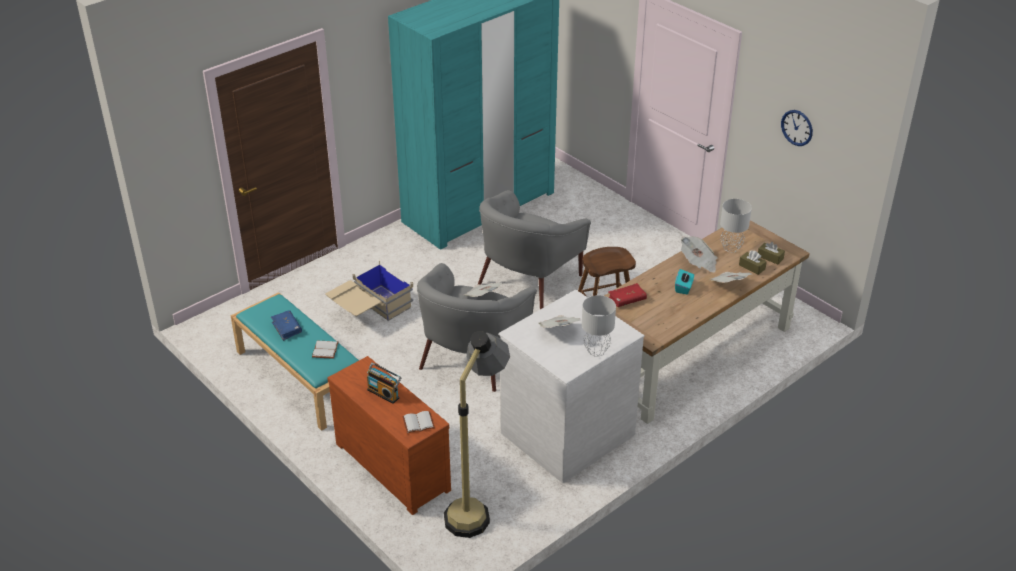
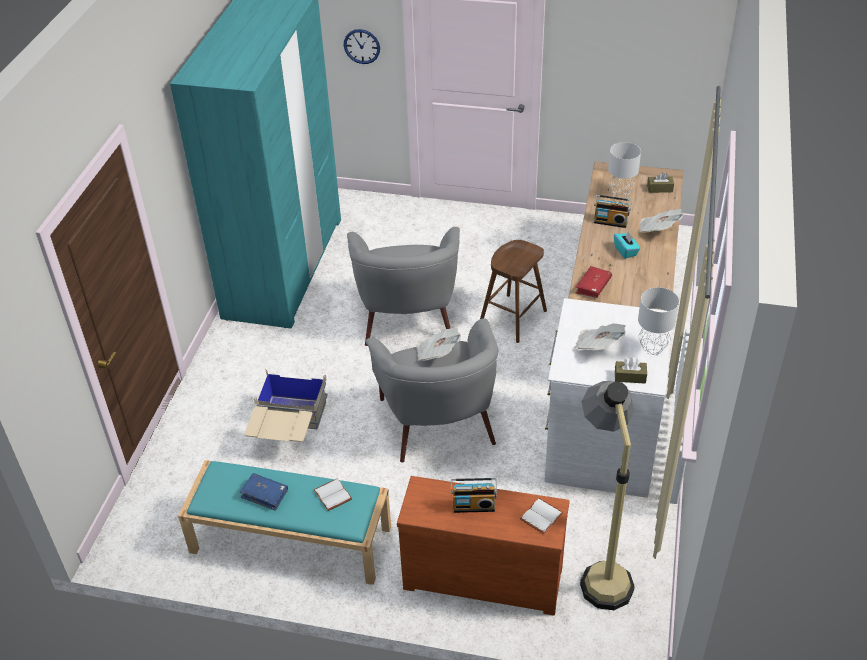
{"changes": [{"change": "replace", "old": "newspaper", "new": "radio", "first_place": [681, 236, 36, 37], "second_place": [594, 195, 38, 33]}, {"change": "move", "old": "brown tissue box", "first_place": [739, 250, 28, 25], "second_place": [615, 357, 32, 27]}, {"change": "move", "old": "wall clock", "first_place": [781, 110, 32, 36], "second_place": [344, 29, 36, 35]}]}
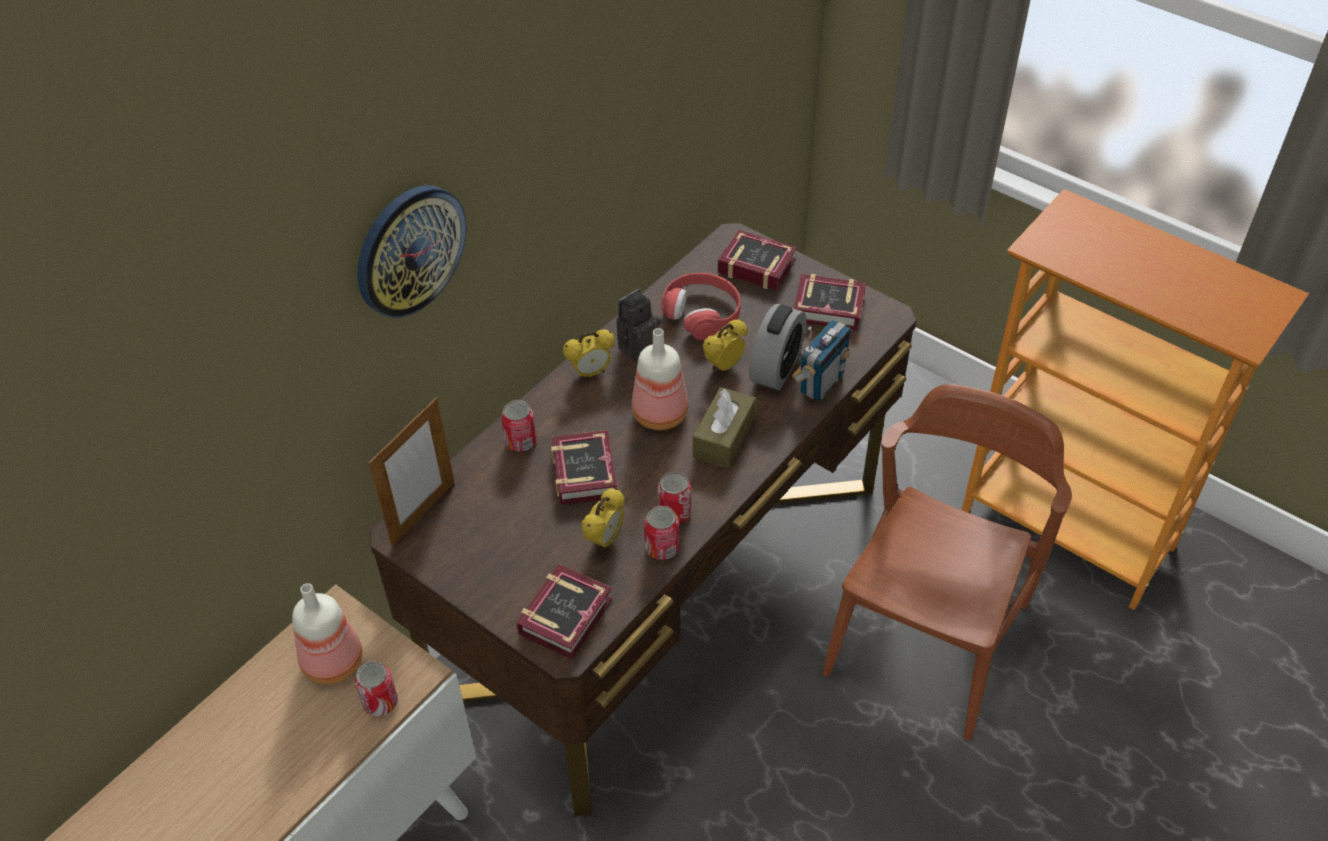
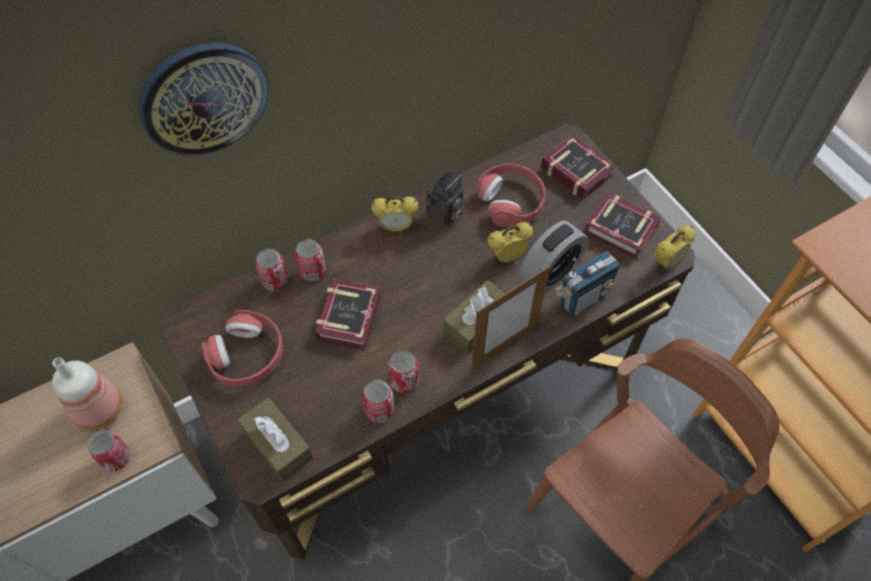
{"changes": [{"change": "move", "old": "picture frame", "first_place": [369, 397, 86, 150], "second_place": [472, 265, 79, 104]}, {"change": "replace", "old": "book", "new": "brown tissue box", "first_place": [516, 564, 96, 95], "second_place": [237, 397, 76, 85]}, {"change": "move", "old": "alarm clock", "first_place": [581, 488, 44, 63], "second_place": [653, 225, 43, 46]}, {"change": "rotate", "old": "photo camera", "first_place": [616, 289, 45, 74], "second_place": [425, 170, 38, 57], "degrees": 150}, {"change": "delete", "old": "bottle", "first_place": [632, 328, 56, 102]}, {"change": "insert", "new": "red headphones", "second_place": [202, 310, 81, 77]}, {"change": "insert", "new": "can", "second_place": [255, 249, 33, 42]}]}
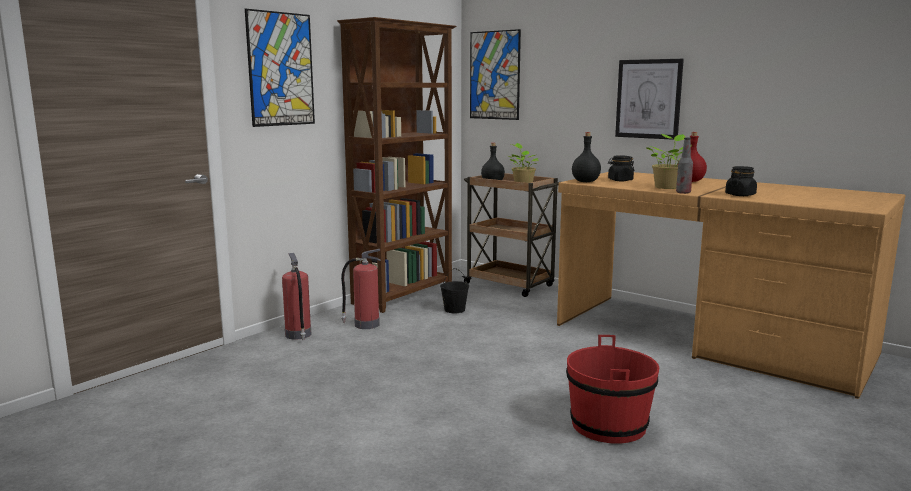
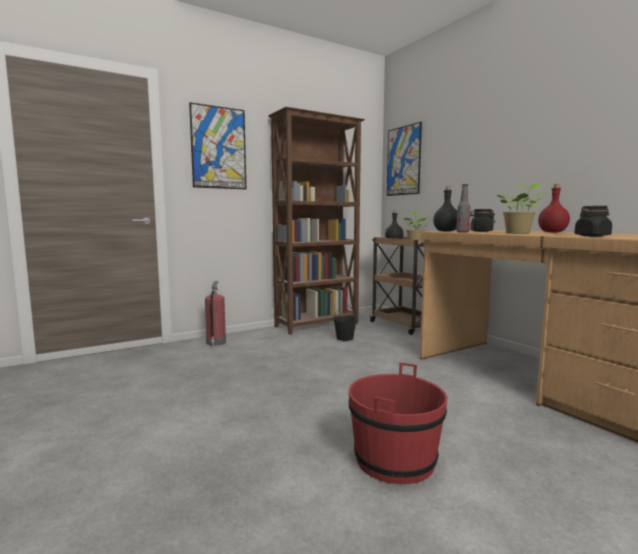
{"changes": [{"change": "delete", "old": "fire extinguisher", "first_place": [341, 249, 40, 80]}, {"change": "delete", "old": "picture", "first_place": [615, 59, 69, 81]}, {"change": "move", "old": "bottle", "first_place": [676, 137, 17, 57], "second_place": [456, 184, 14, 49]}]}
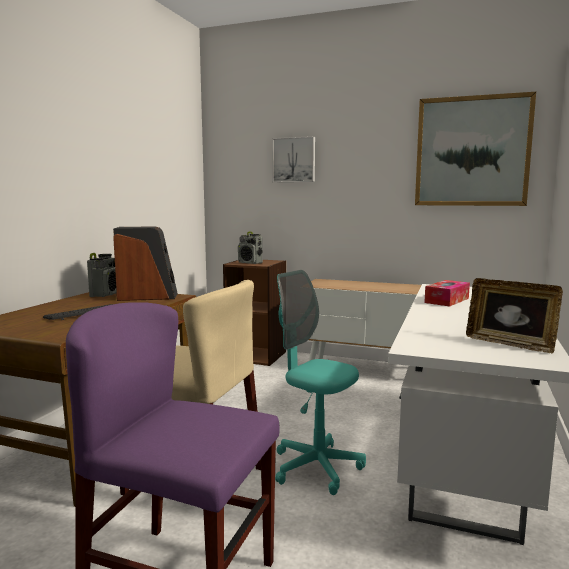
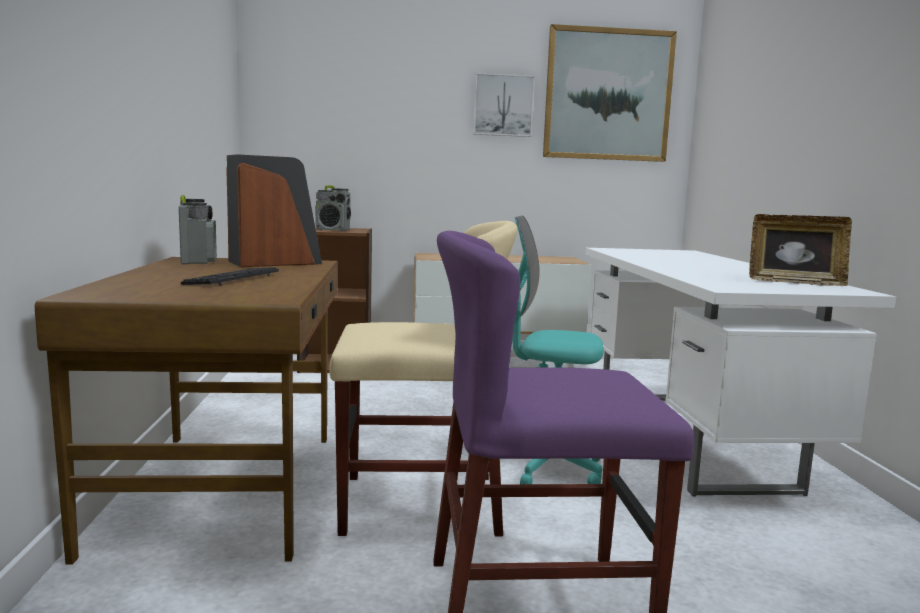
{"changes": [{"change": "move", "old": "picture", "first_place": [272, 136, 43, 46], "second_place": [473, 73, 62, 64]}, {"change": "delete", "old": "tissue box", "first_place": [424, 280, 46, 27]}]}
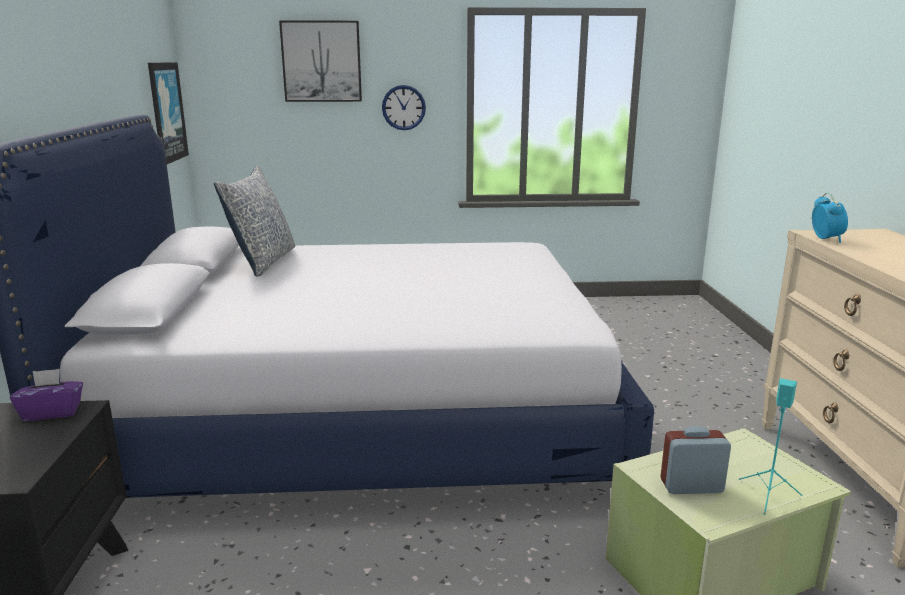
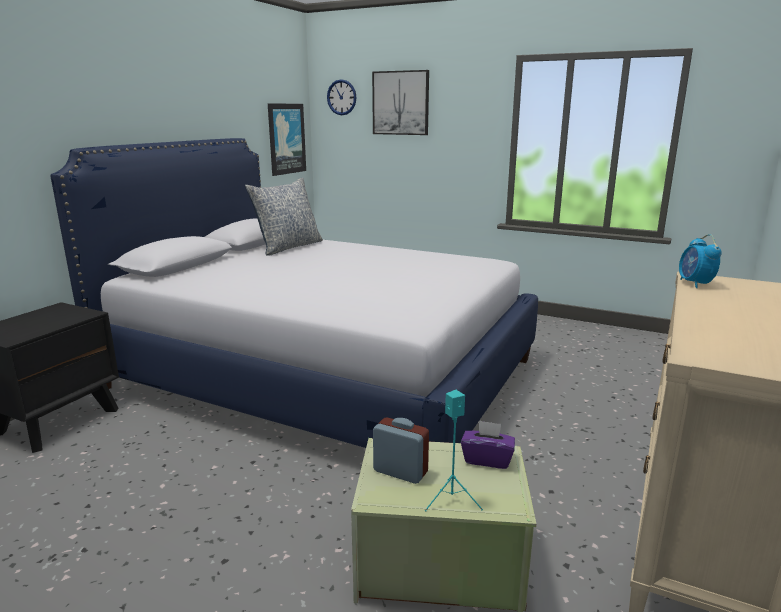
{"changes": [{"change": "move", "old": "purple tissue box", "first_place": [10, 369, 73, 52], "second_place": [461, 420, 54, 49]}, {"change": "move", "old": "wall clock", "first_place": [382, 85, 44, 45], "second_place": [327, 79, 30, 36]}, {"change": "rotate", "old": "alarm clock", "first_place": [812, 192, 36, 51], "second_place": [679, 234, 43, 54], "degrees": 150}]}
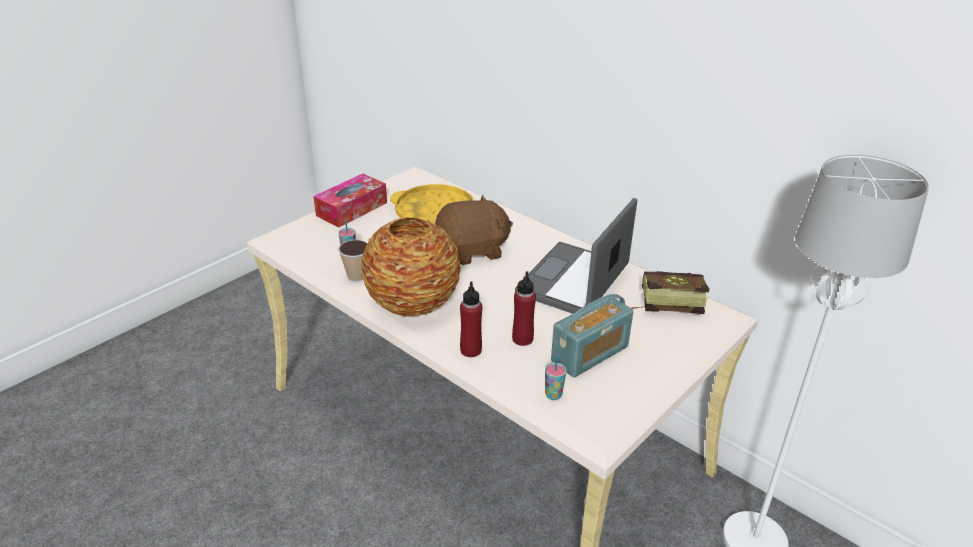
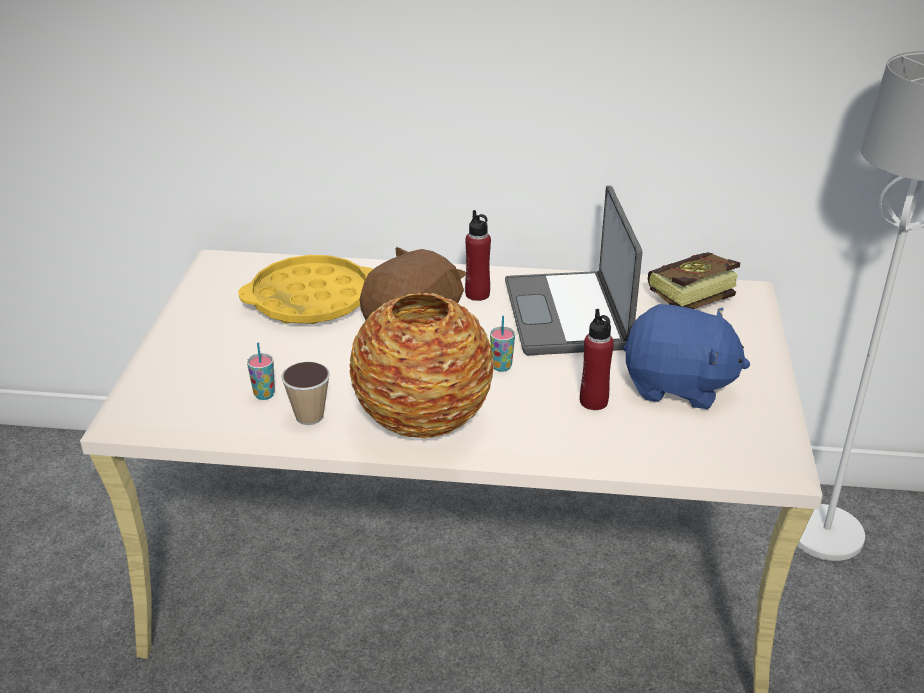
{"changes": [{"change": "delete", "old": "tissue box", "first_place": [314, 174, 73, 53]}, {"change": "move", "old": "red bottle", "first_place": [460, 282, 22, 75], "second_place": [465, 210, 26, 91]}, {"change": "move", "old": "cup", "first_place": [545, 356, 22, 44], "second_place": [490, 316, 25, 56]}, {"change": "replace", "old": "radio", "new": "blue plush toy", "first_place": [551, 294, 83, 84], "second_place": [623, 304, 127, 105]}]}
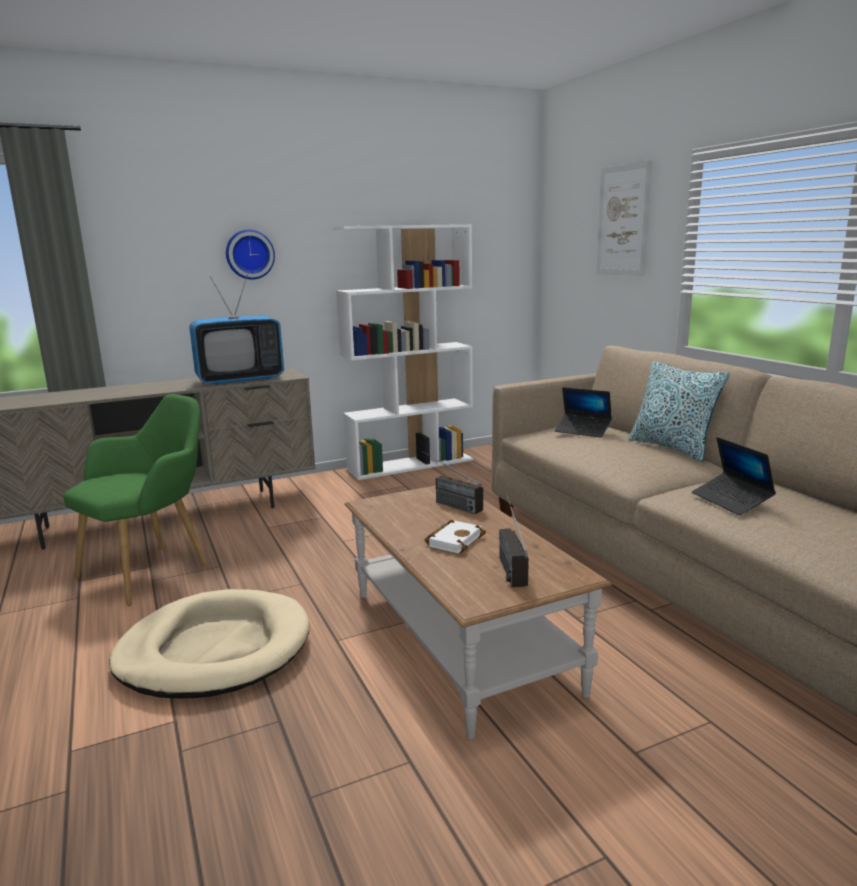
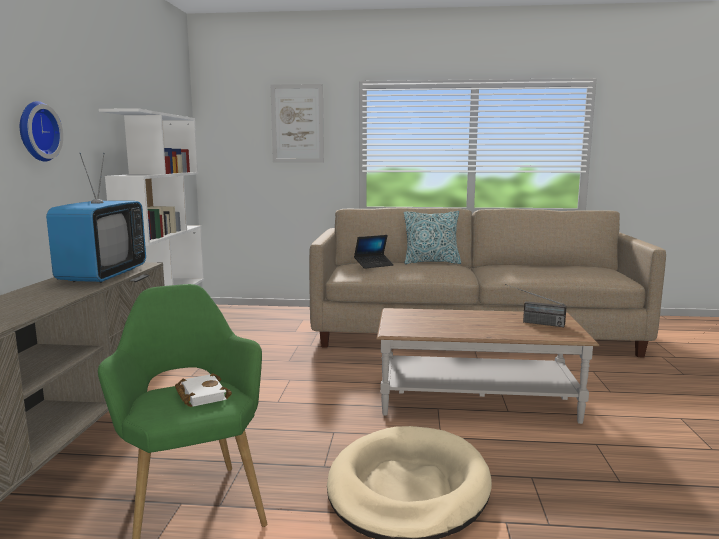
{"changes": [{"change": "delete", "old": "radio", "first_place": [422, 451, 61, 63]}, {"change": "move", "old": "white book", "first_place": [425, 520, 61, 33], "second_place": [175, 373, 57, 34]}, {"change": "delete", "old": "laptop", "first_place": [692, 437, 84, 78]}]}
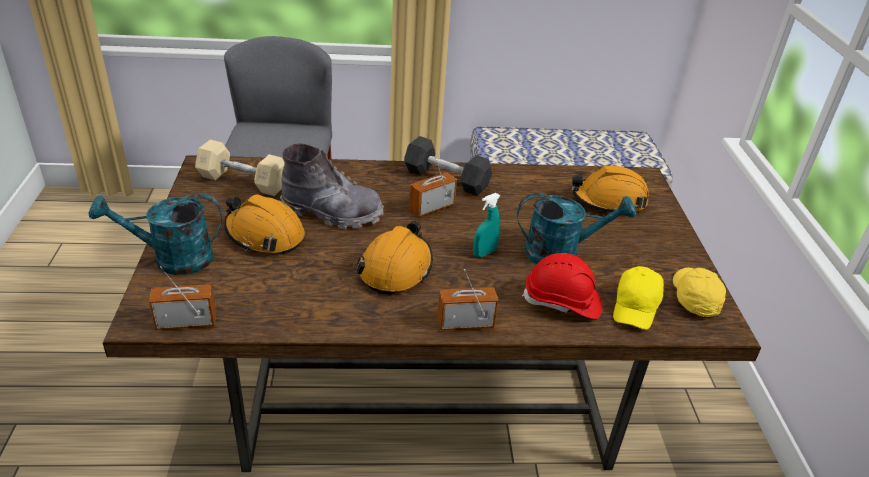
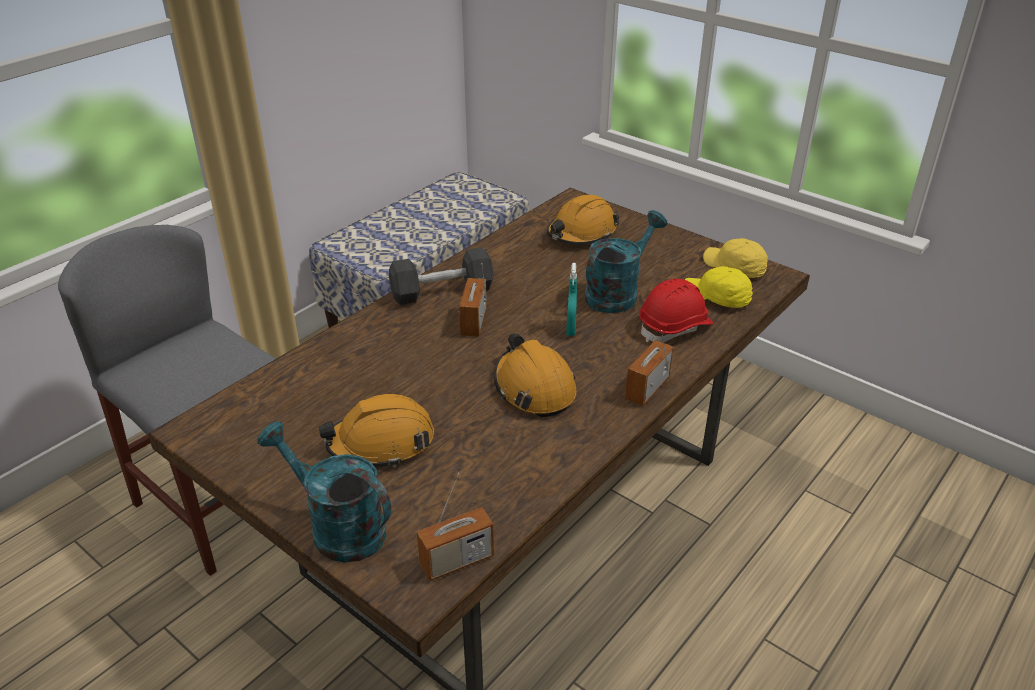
{"changes": [{"change": "rotate", "old": "turquoise watering can", "first_place": [89, 194, 134, 81], "second_place": [257, 421, 134, 142], "degrees": 90}, {"change": "rotate", "old": "radio", "first_place": [149, 266, 67, 64], "second_place": [417, 473, 77, 108], "degrees": -150}, {"change": "delete", "old": "beige dumbbell", "first_place": [195, 140, 89, 56]}, {"change": "delete", "old": "grey boot", "first_place": [280, 143, 104, 86]}, {"change": "rotate", "old": "yellow cap", "first_place": [613, 266, 51, 64], "second_place": [685, 266, 68, 42], "degrees": 150}]}
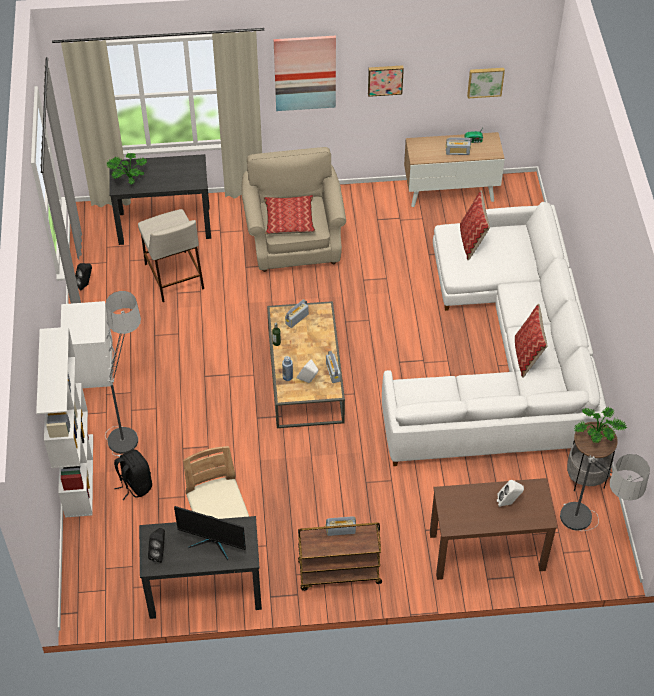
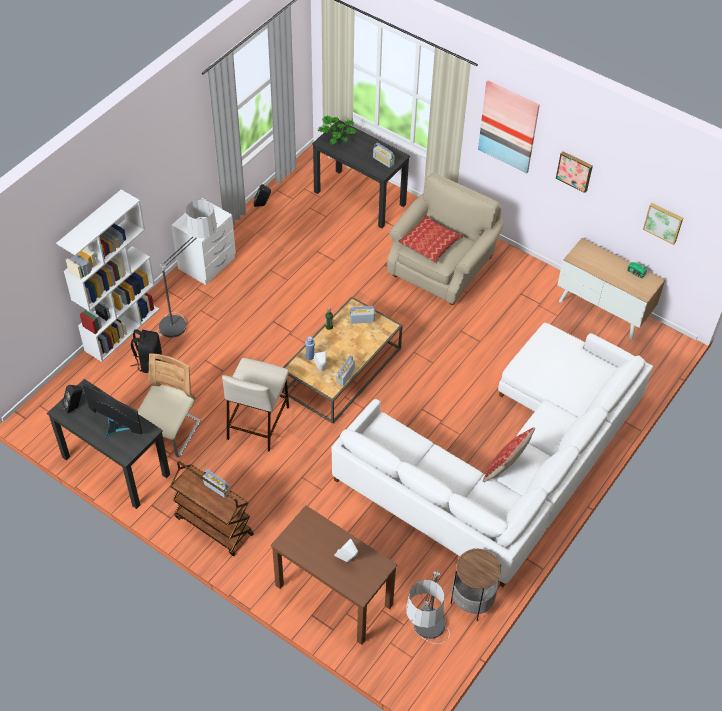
{"changes": [{"change": "move", "old": "beige stool", "first_place": [138, 209, 66, 93], "second_place": [222, 358, 67, 94]}, {"change": "rotate", "old": "monitor", "first_place": [174, 506, 72, 54], "second_place": [82, 383, 61, 55], "degrees": 150}, {"change": "move", "old": "radio", "first_place": [446, 138, 25, 17], "second_place": [373, 143, 22, 25]}, {"change": "delete", "old": "pillow", "first_place": [460, 190, 30, 71]}, {"change": "delete", "old": "potted plant", "first_place": [574, 407, 53, 36]}]}
